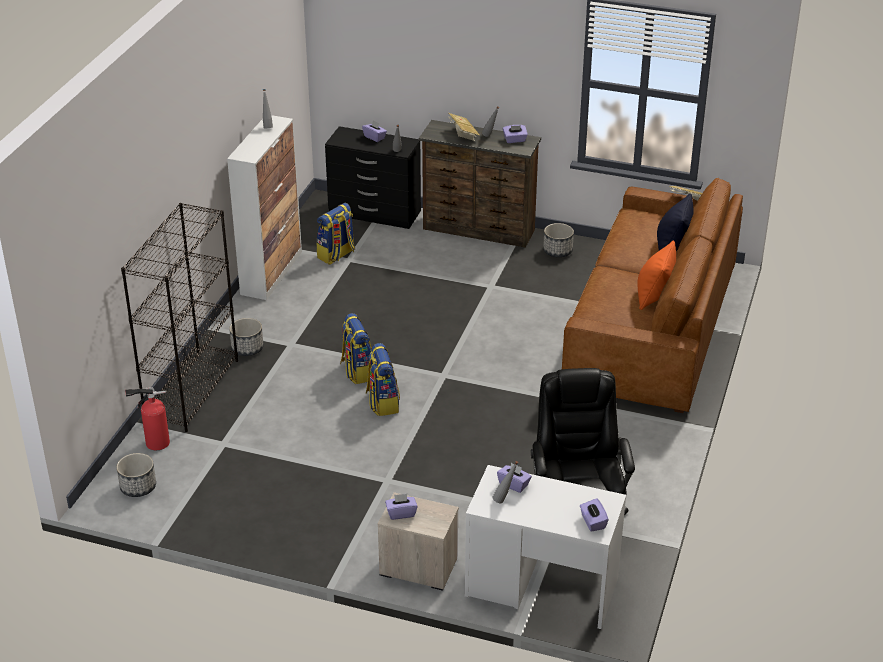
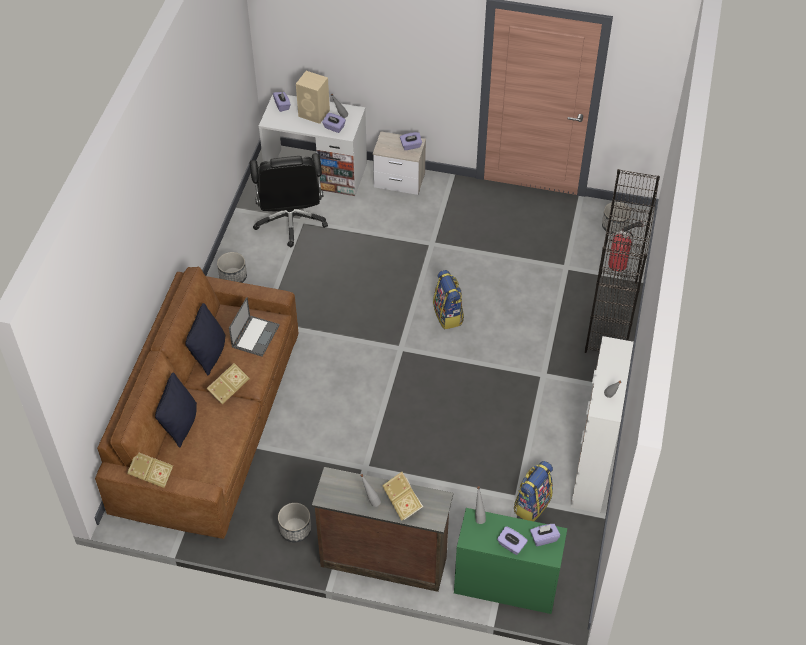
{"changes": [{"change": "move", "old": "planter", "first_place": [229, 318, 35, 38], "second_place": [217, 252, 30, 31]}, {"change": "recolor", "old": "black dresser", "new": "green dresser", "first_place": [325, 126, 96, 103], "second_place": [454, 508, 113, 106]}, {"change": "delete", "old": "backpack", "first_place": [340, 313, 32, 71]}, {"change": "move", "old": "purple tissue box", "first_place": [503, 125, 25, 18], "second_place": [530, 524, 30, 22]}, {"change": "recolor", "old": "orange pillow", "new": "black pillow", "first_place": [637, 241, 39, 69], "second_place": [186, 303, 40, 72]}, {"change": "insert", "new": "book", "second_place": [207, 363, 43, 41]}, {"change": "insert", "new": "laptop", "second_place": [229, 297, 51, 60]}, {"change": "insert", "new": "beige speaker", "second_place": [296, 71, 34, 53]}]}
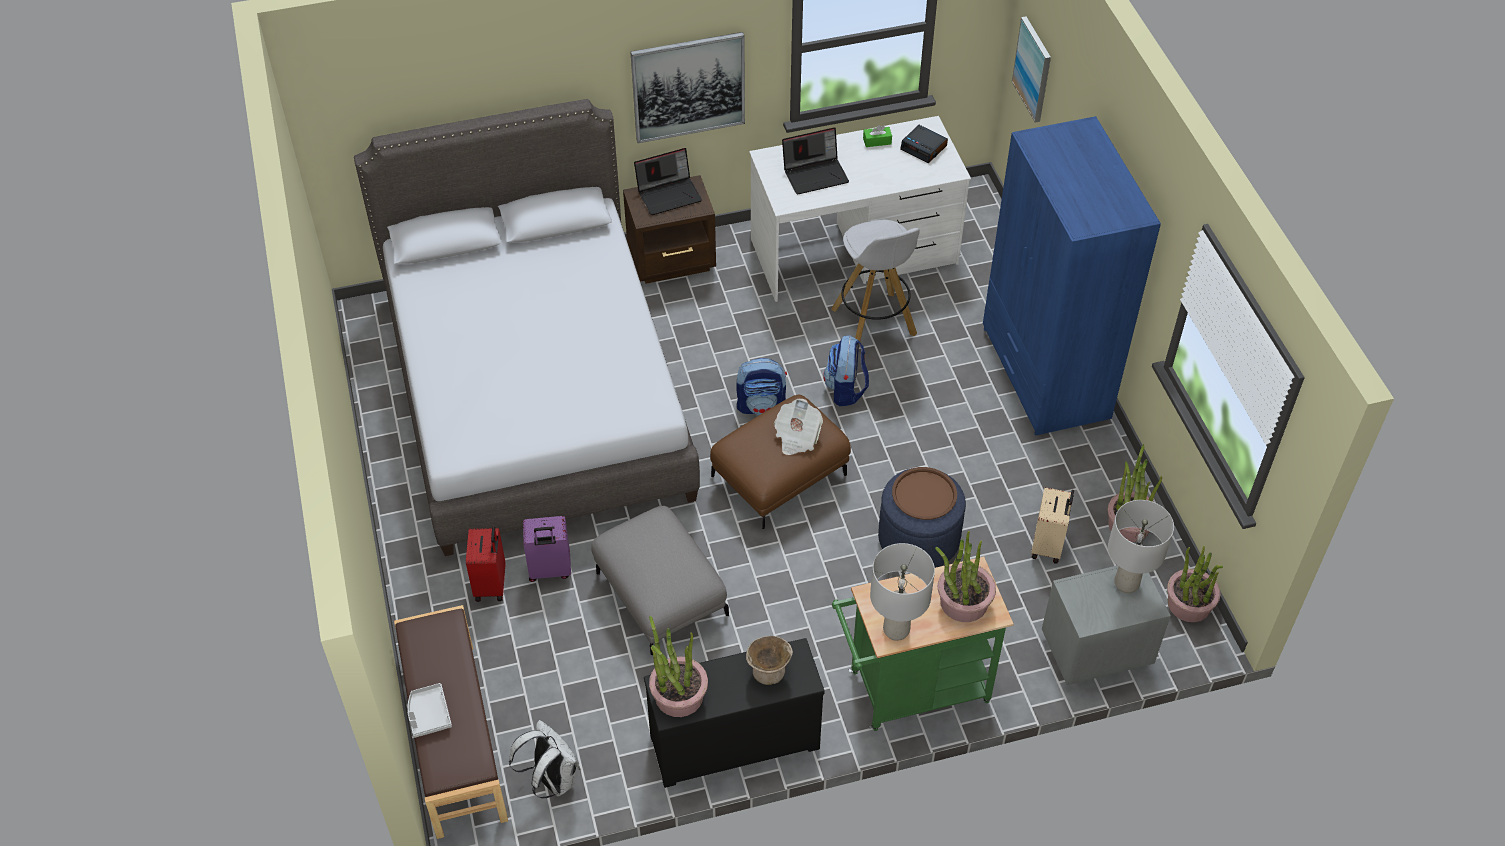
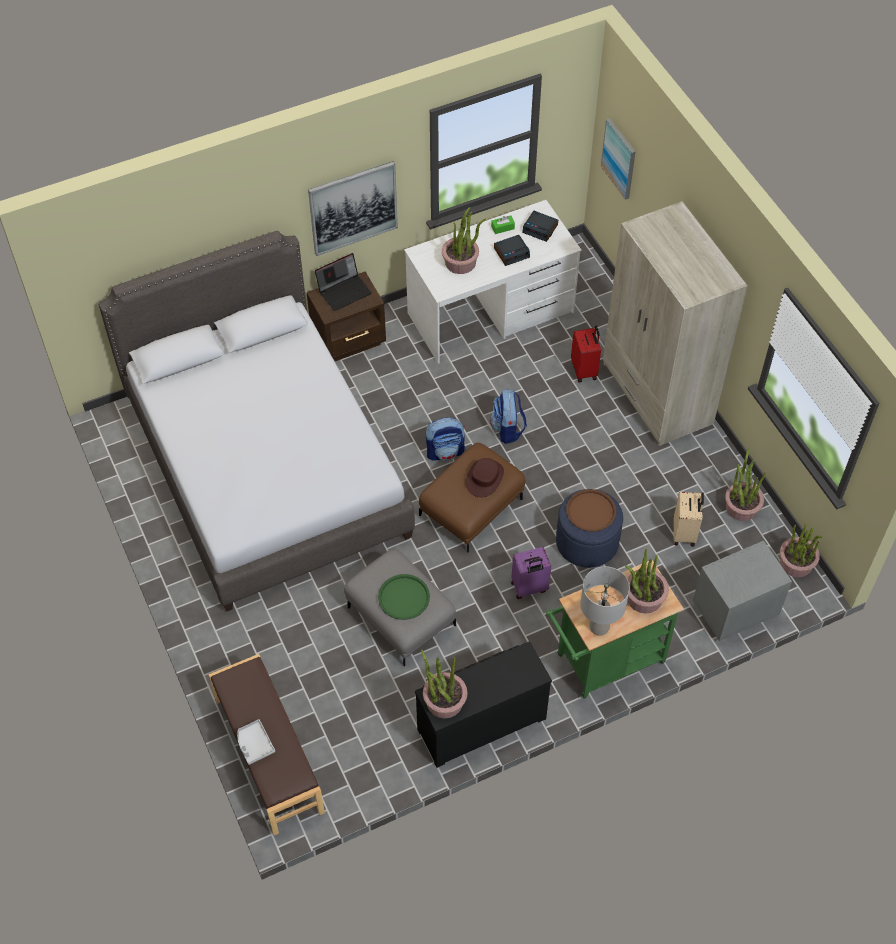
{"changes": [{"change": "move", "old": "red suitcase", "first_place": [466, 526, 40, 76], "second_place": [571, 326, 30, 57]}, {"change": "delete", "old": "white backpack", "first_place": [509, 720, 72, 78]}, {"change": "move", "old": "purple suitcase", "first_place": [523, 516, 48, 66], "second_place": [511, 547, 40, 52]}, {"change": "delete", "old": "beige bowl", "first_place": [746, 636, 47, 49]}, {"change": "replace", "old": "newspaper", "new": "brown hat", "first_place": [774, 399, 49, 56], "second_place": [465, 458, 39, 39]}, {"change": "replace", "old": "laptop", "new": "potted plant", "first_place": [782, 127, 67, 67], "second_place": [442, 207, 44, 67]}, {"change": "delete", "old": "white stool", "first_place": [831, 220, 89, 125]}, {"change": "recolor", "old": "blue wardrobe", "new": "beige wardrobe", "first_place": [983, 116, 178, 320], "second_place": [603, 201, 145, 245]}, {"change": "delete", "old": "grey table lamp", "first_place": [1108, 500, 66, 93]}, {"change": "insert", "new": "green tray", "second_place": [378, 574, 52, 46]}, {"change": "insert", "new": "alarm clock", "second_place": [494, 235, 36, 31]}]}
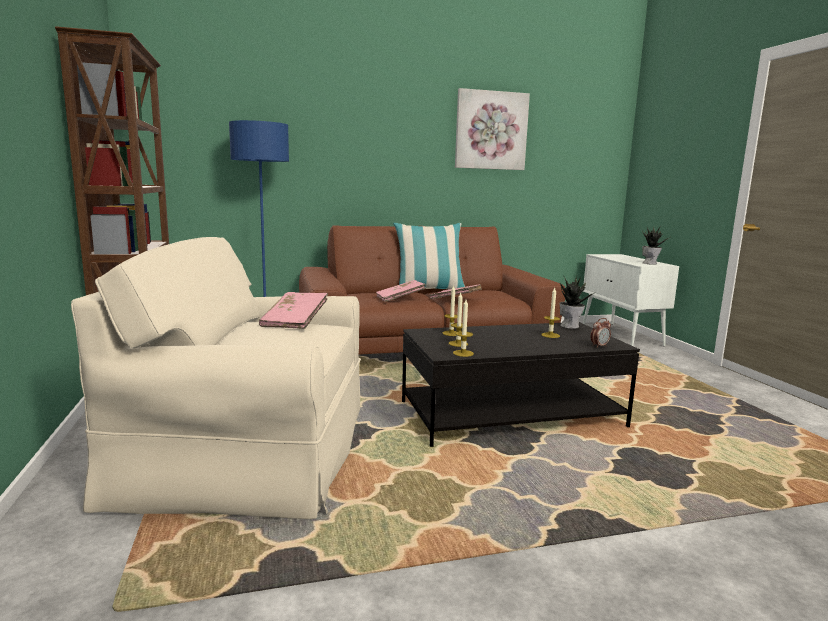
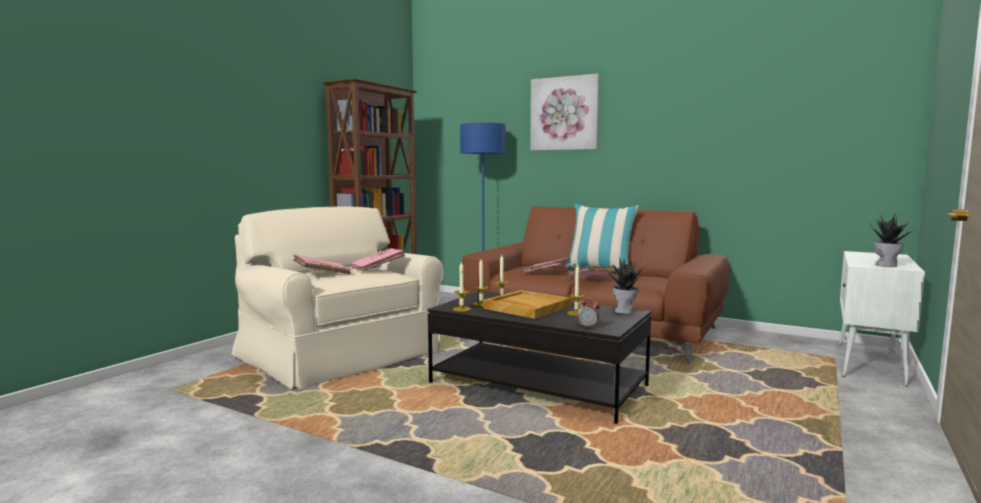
{"changes": [{"change": "move", "old": "picture", "first_place": [455, 88, 75, 82], "second_place": [530, 74, 70, 77]}, {"change": "insert", "new": "pink book", "second_place": [293, 254, 58, 20]}, {"change": "insert", "new": "beige tray", "second_place": [483, 290, 88, 29]}]}
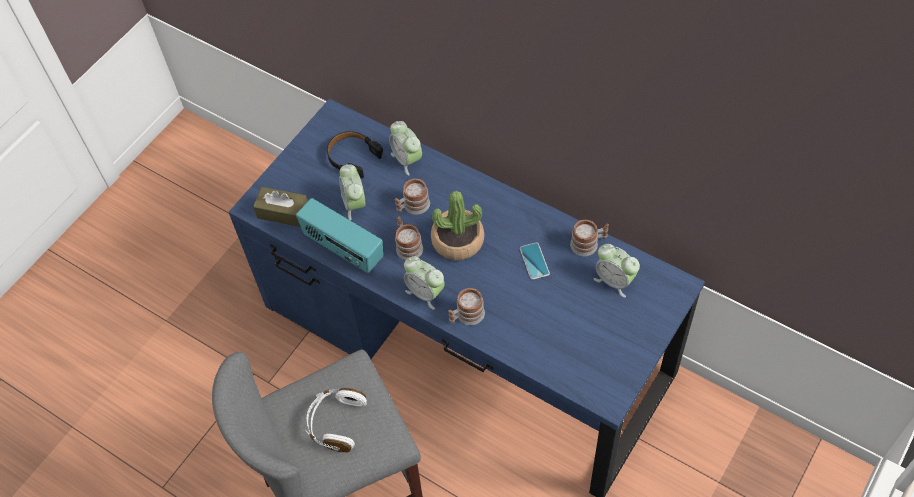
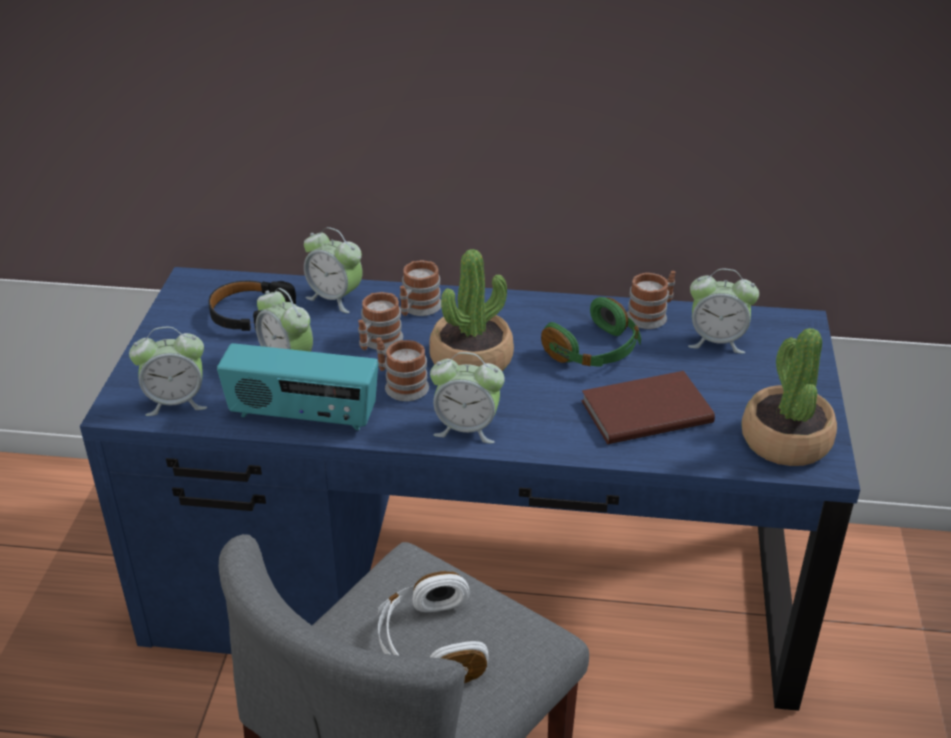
{"changes": [{"change": "replace", "old": "brown tissue box", "new": "alarm clock", "first_place": [253, 187, 55, 40], "second_place": [129, 327, 78, 89]}, {"change": "move", "old": "mug", "first_place": [448, 288, 37, 37], "second_place": [400, 260, 41, 56]}, {"change": "replace", "old": "phone", "new": "green headphones", "first_place": [520, 242, 30, 38], "second_place": [541, 297, 100, 70]}, {"change": "insert", "new": "brown book", "second_place": [581, 371, 134, 73]}, {"change": "insert", "new": "potted plant", "second_place": [742, 328, 95, 138]}]}
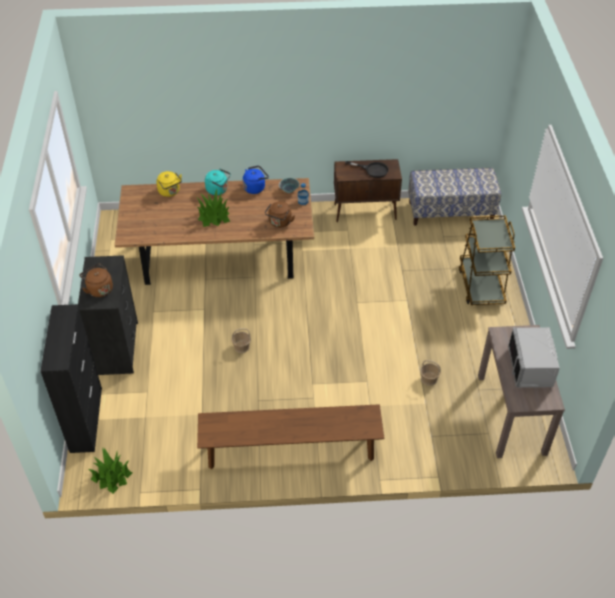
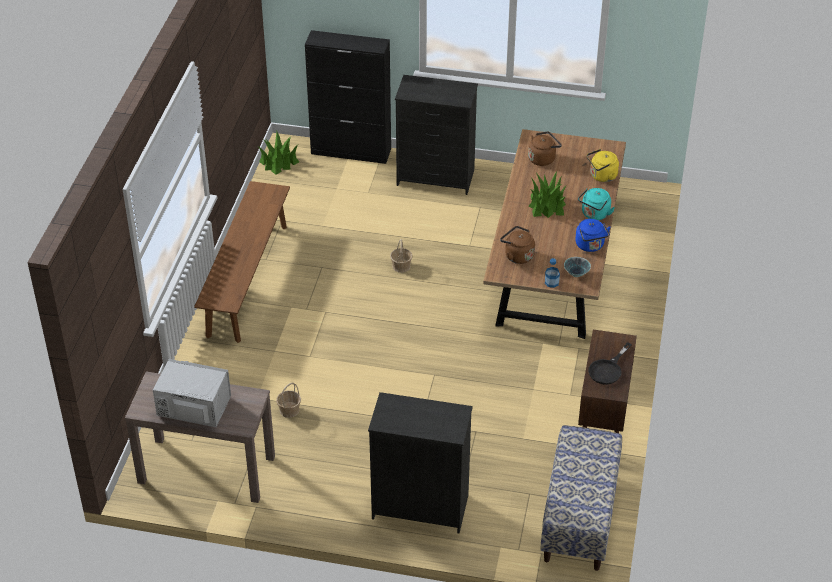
{"changes": [{"change": "move", "old": "brown kettle", "first_place": [80, 263, 33, 34], "second_place": [528, 131, 34, 35]}, {"change": "replace", "old": "brown cart", "new": "black dresser", "first_place": [459, 216, 56, 89], "second_place": [368, 392, 105, 141]}]}
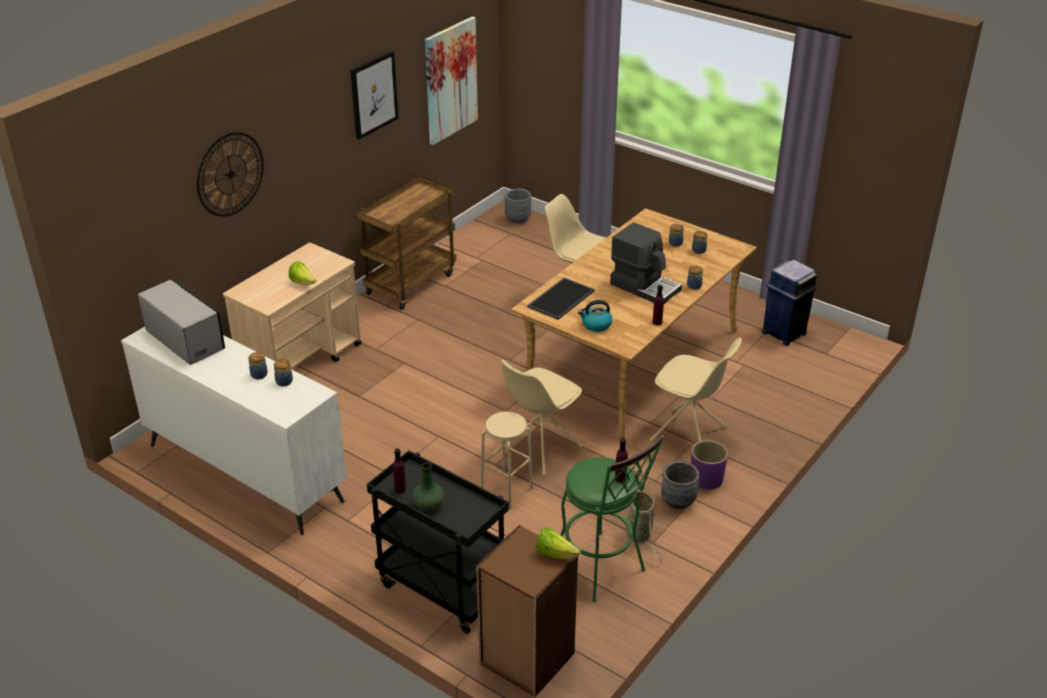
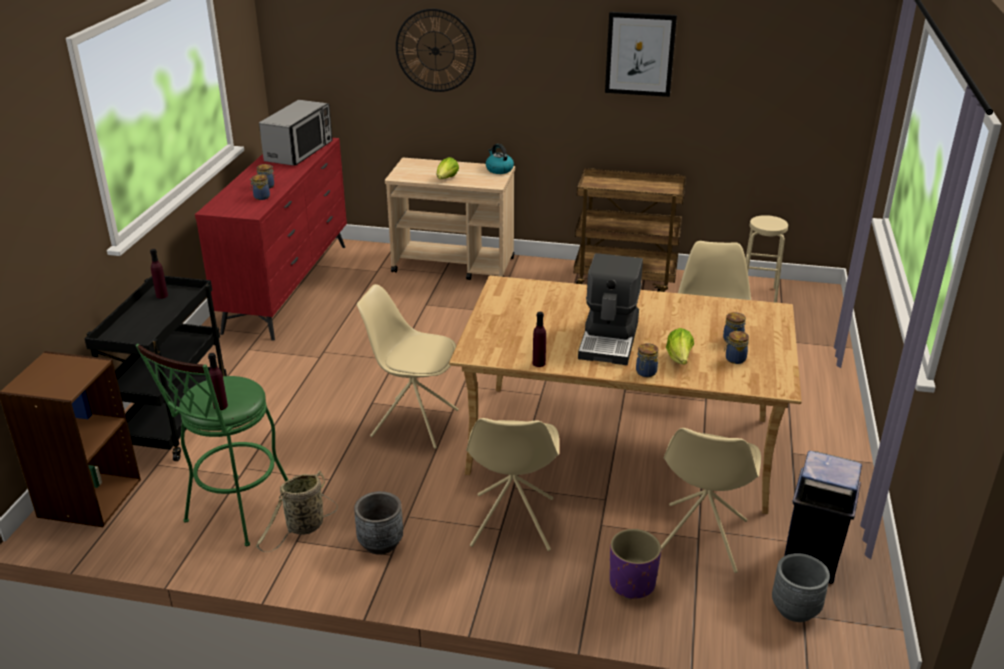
{"changes": [{"change": "recolor", "old": "white dresser", "new": "red dresser", "first_place": [121, 327, 226, 208], "second_place": [195, 138, 152, 203]}, {"change": "delete", "old": "green vase", "first_place": [412, 462, 32, 49]}, {"change": "delete", "old": "picture", "first_place": [425, 16, 53, 129]}, {"change": "move", "old": "beige stool", "first_place": [481, 412, 52, 97], "second_place": [745, 215, 43, 88]}, {"change": "move", "old": "grey planter", "first_place": [505, 189, 26, 35], "second_place": [772, 553, 58, 69]}, {"change": "delete", "old": "tray", "first_place": [527, 278, 68, 42]}, {"change": "move", "old": "lettuce", "first_place": [536, 527, 45, 32], "second_place": [666, 328, 28, 37]}, {"change": "move", "old": "kettle", "first_place": [578, 300, 35, 32], "second_place": [486, 144, 28, 30]}, {"change": "move", "old": "purple planter", "first_place": [691, 440, 37, 50], "second_place": [610, 529, 51, 71]}, {"change": "insert", "new": "beige chair", "second_place": [661, 428, 100, 145]}]}
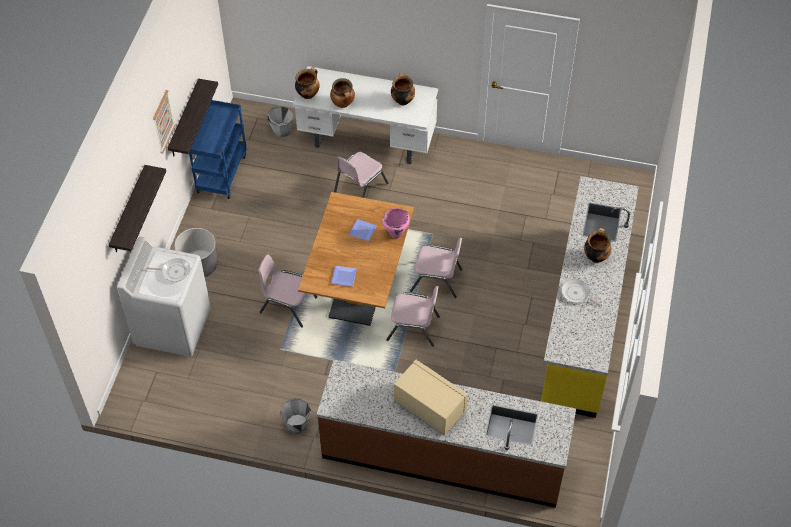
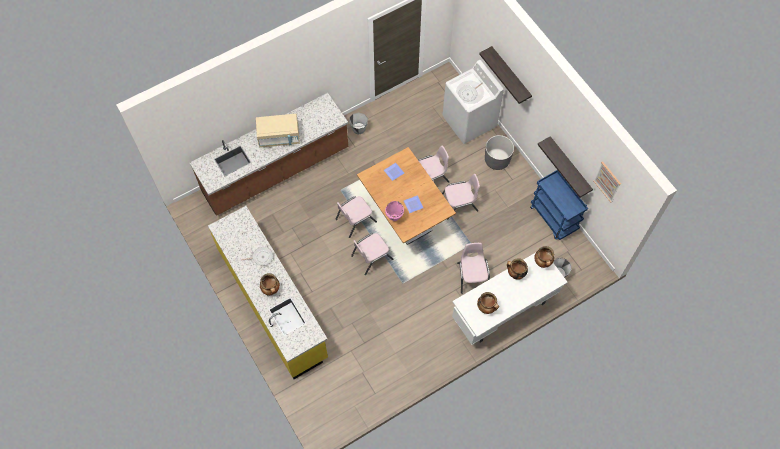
{"changes": [{"change": "move", "old": "picture", "first_place": [153, 90, 23, 63], "second_place": [594, 161, 27, 42]}, {"change": "insert", "new": "pink chair", "second_place": [442, 174, 38, 45]}]}
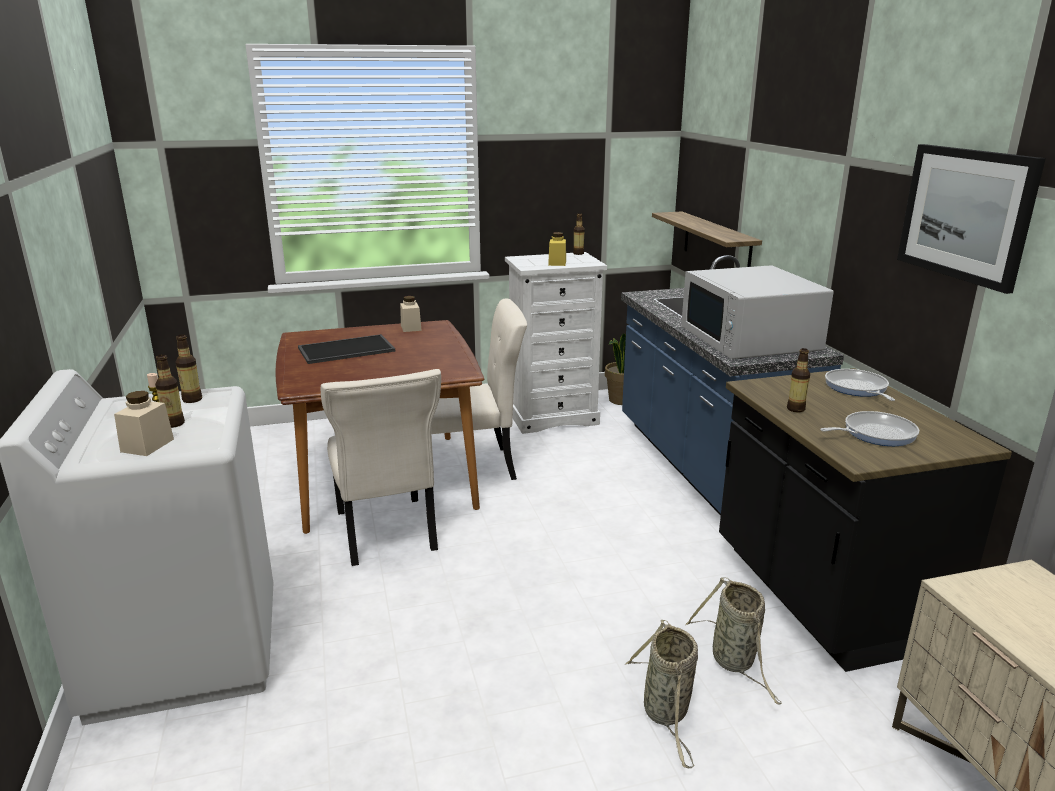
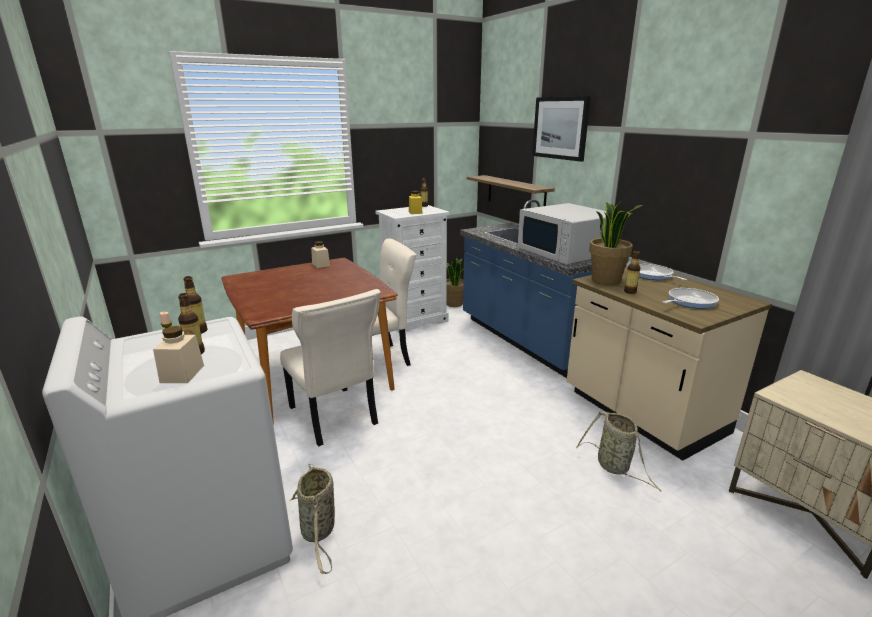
{"changes": [{"change": "delete", "old": "tray", "first_place": [298, 334, 97, 30]}, {"change": "move", "old": "basket", "first_place": [625, 620, 73, 149], "second_place": [290, 464, 45, 110]}, {"change": "recolor", "old": "black counter", "new": "beige counter", "first_place": [719, 368, 293, 304], "second_place": [566, 267, 206, 194]}, {"change": "move", "old": "picture", "first_place": [897, 144, 149, 150], "second_place": [532, 96, 59, 66]}, {"change": "insert", "new": "potted plant", "second_place": [589, 201, 54, 84]}]}
